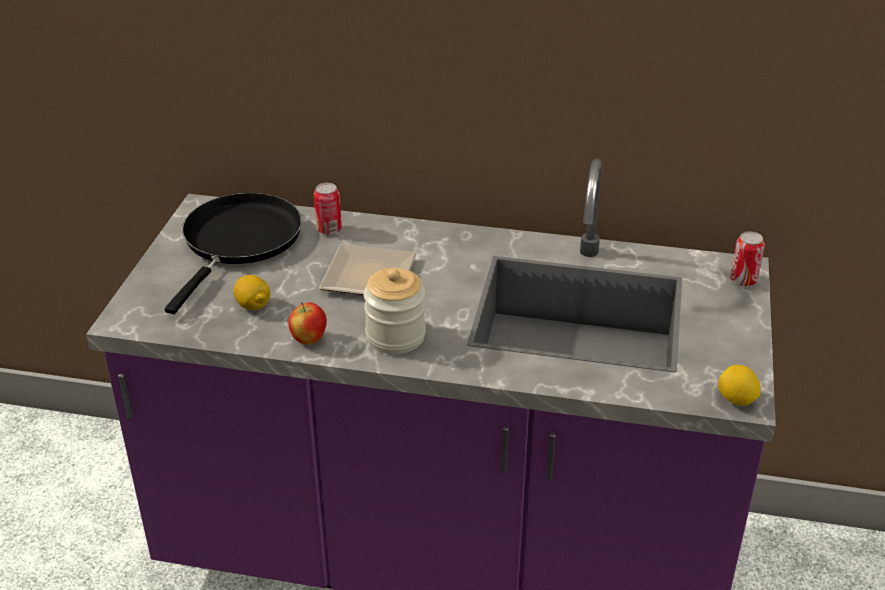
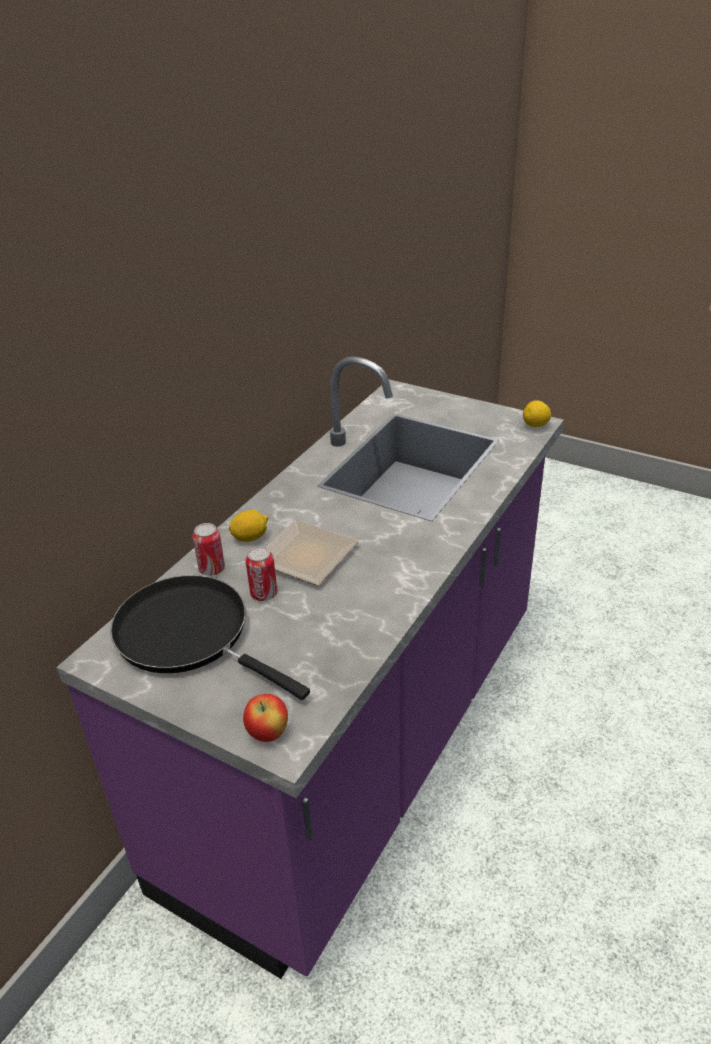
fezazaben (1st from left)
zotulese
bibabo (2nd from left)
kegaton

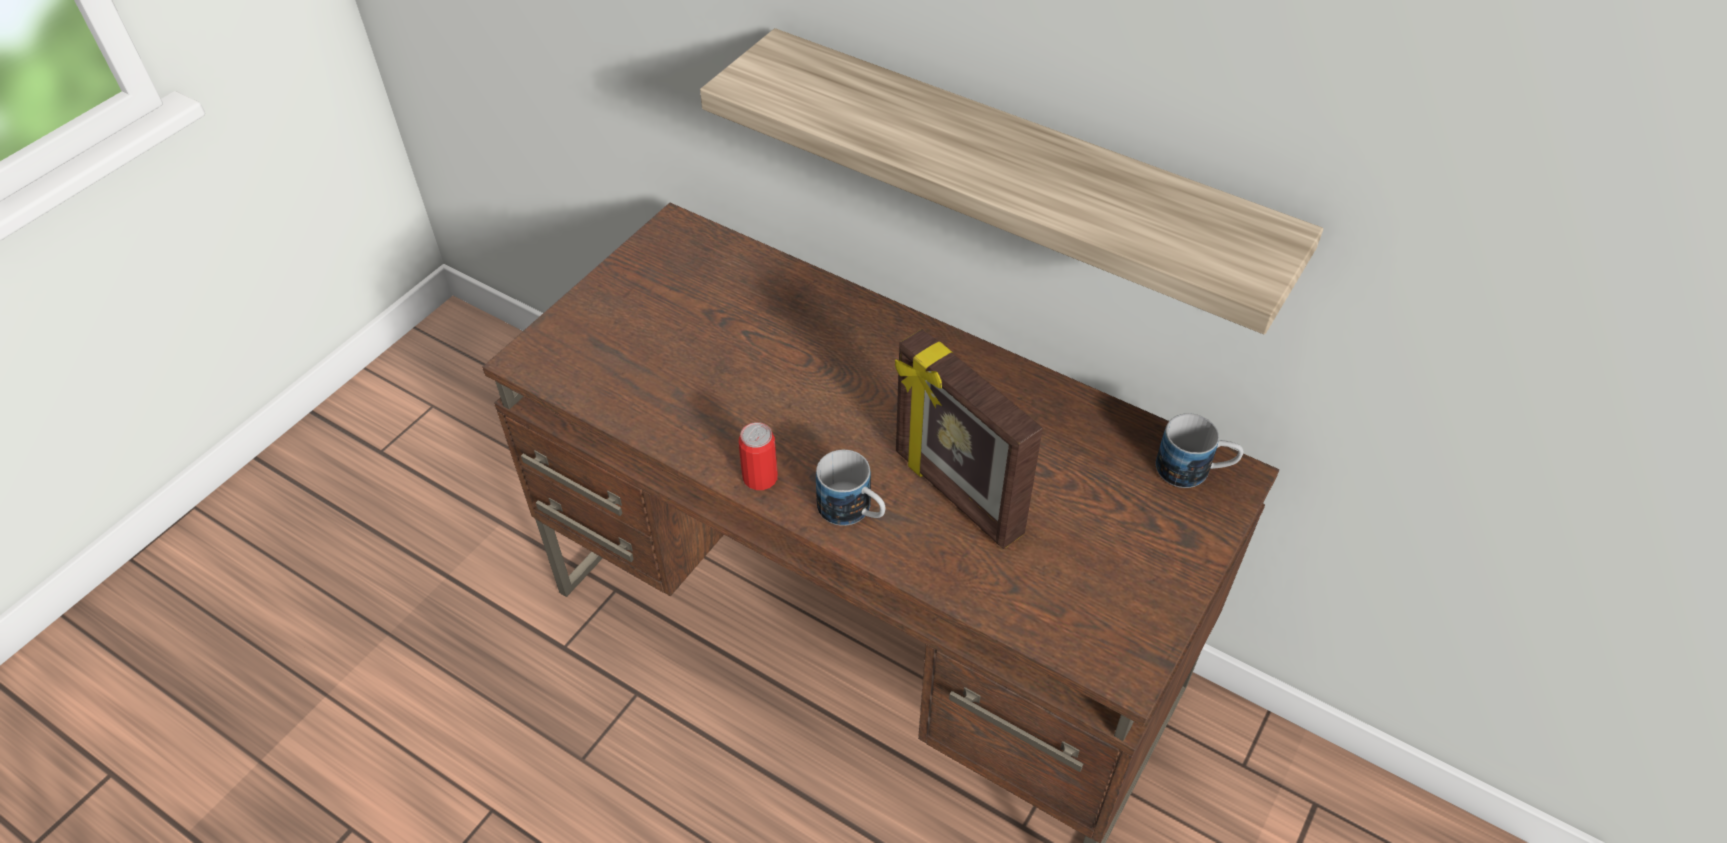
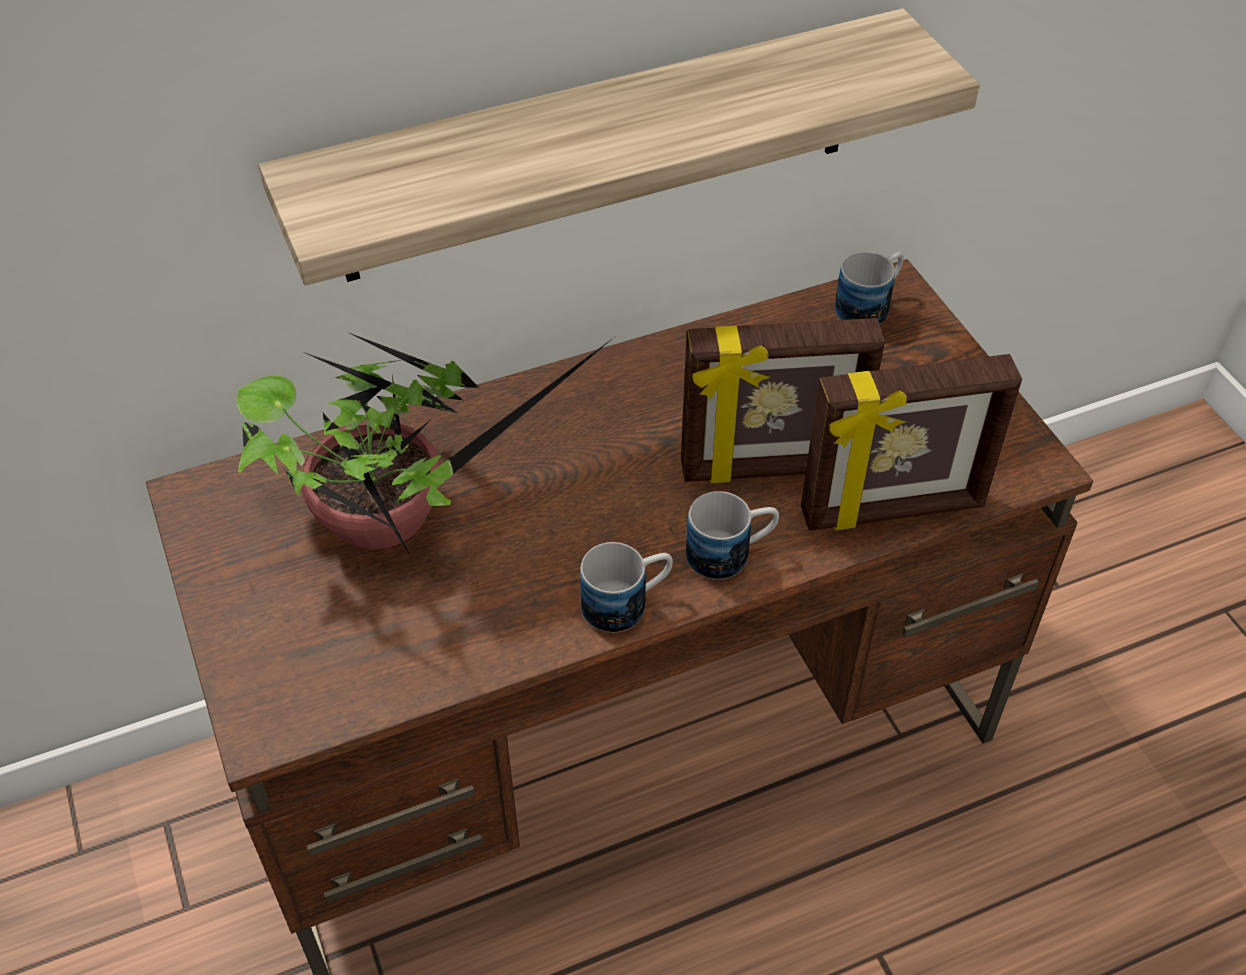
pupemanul
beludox (1st from left)
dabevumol (2nd from left)

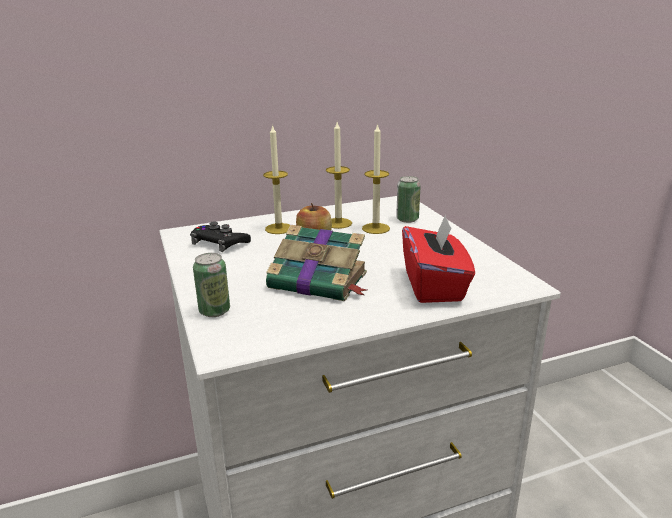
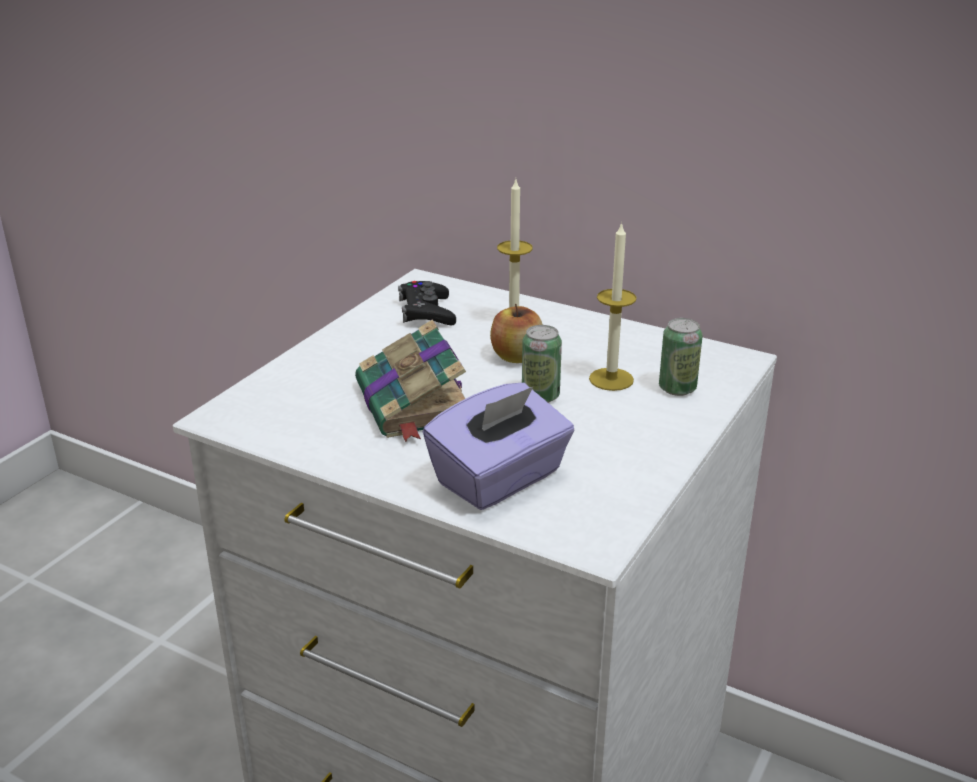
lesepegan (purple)
bibabo (1st from left)
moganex (2nd from left in the first image)

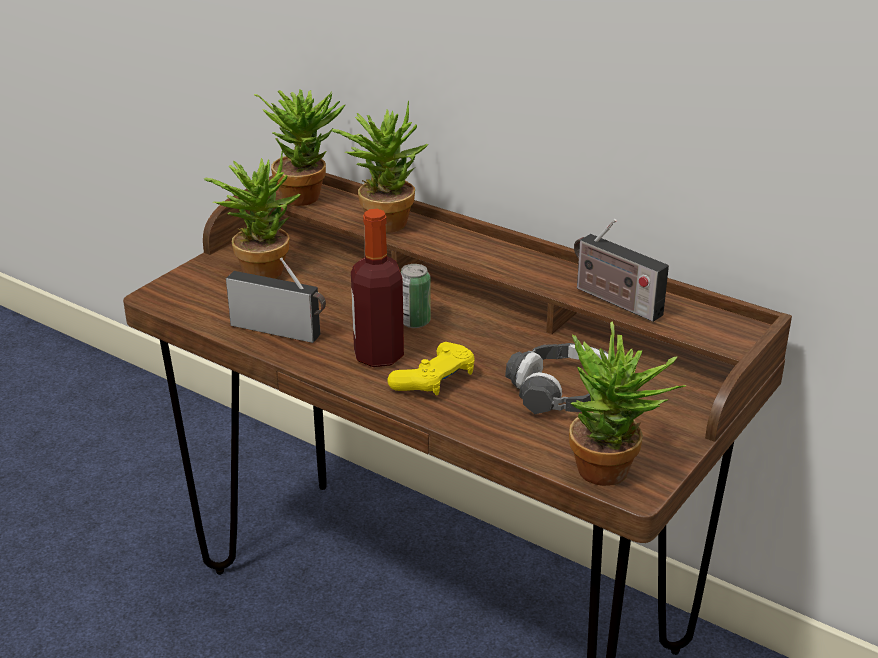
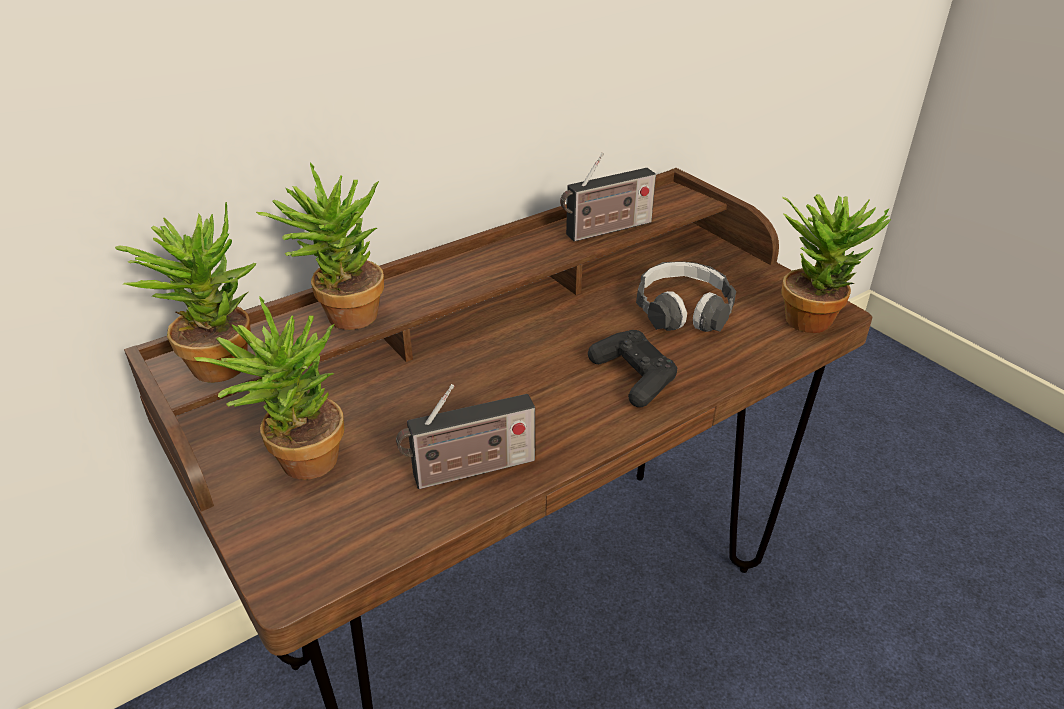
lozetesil (1st from left)
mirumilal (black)
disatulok
bibabo

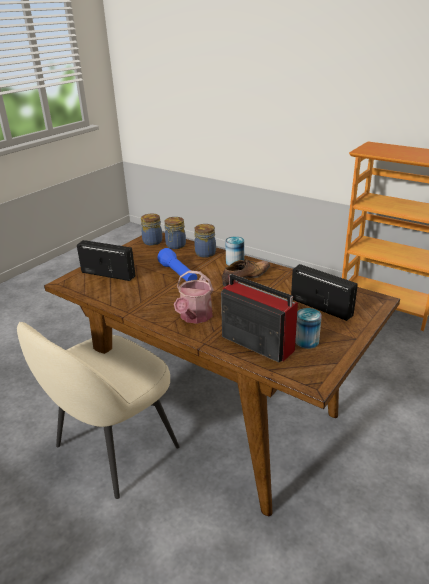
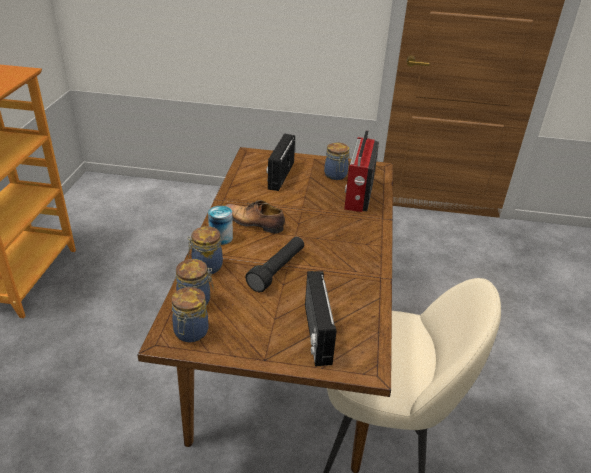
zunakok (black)
kegaton (4th from left)
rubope

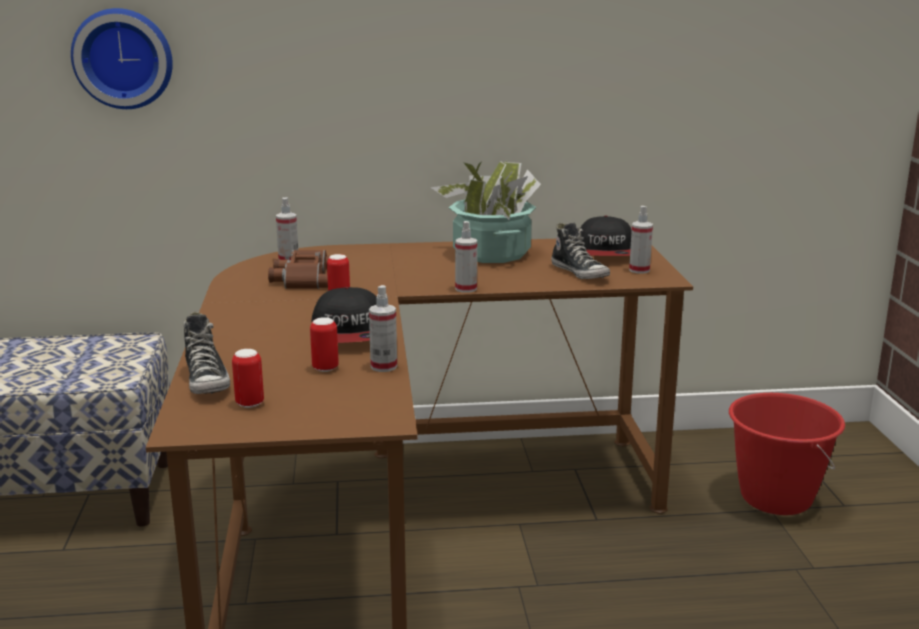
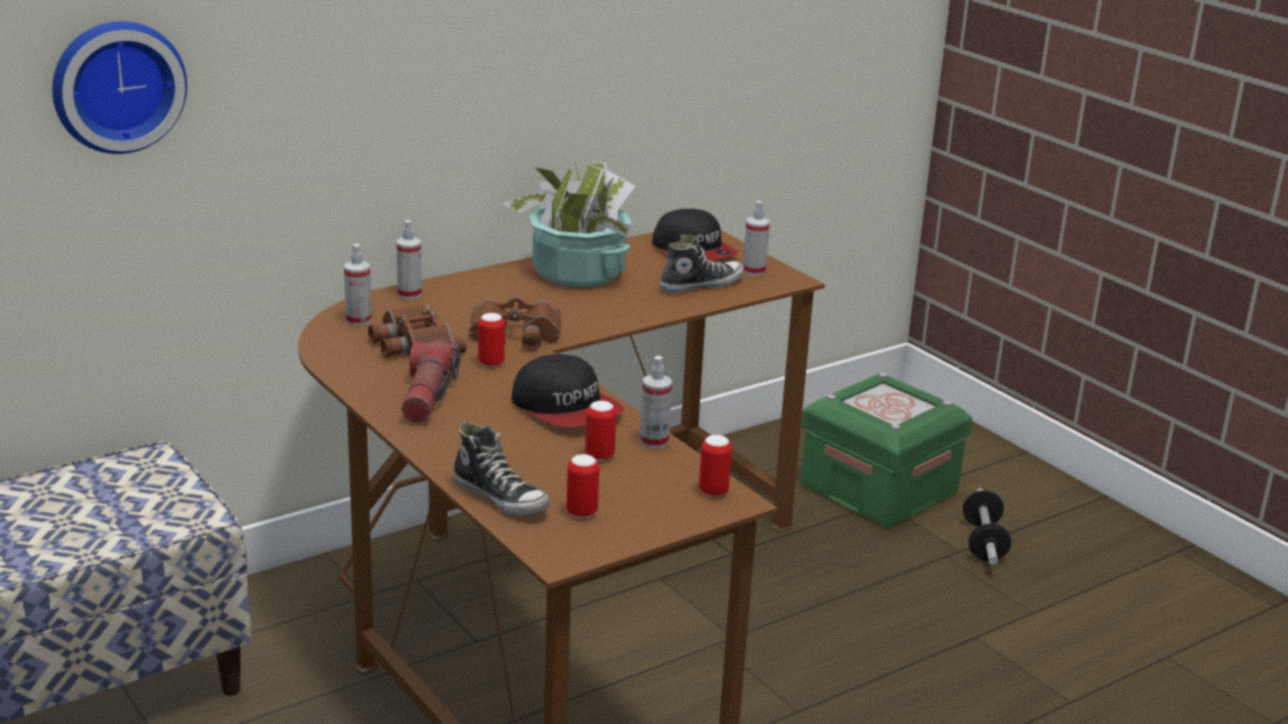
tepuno (2nd from left)
zunakok
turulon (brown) (2nd from left)
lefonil (2nd from left)
bibabo (4th from left)
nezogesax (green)
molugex

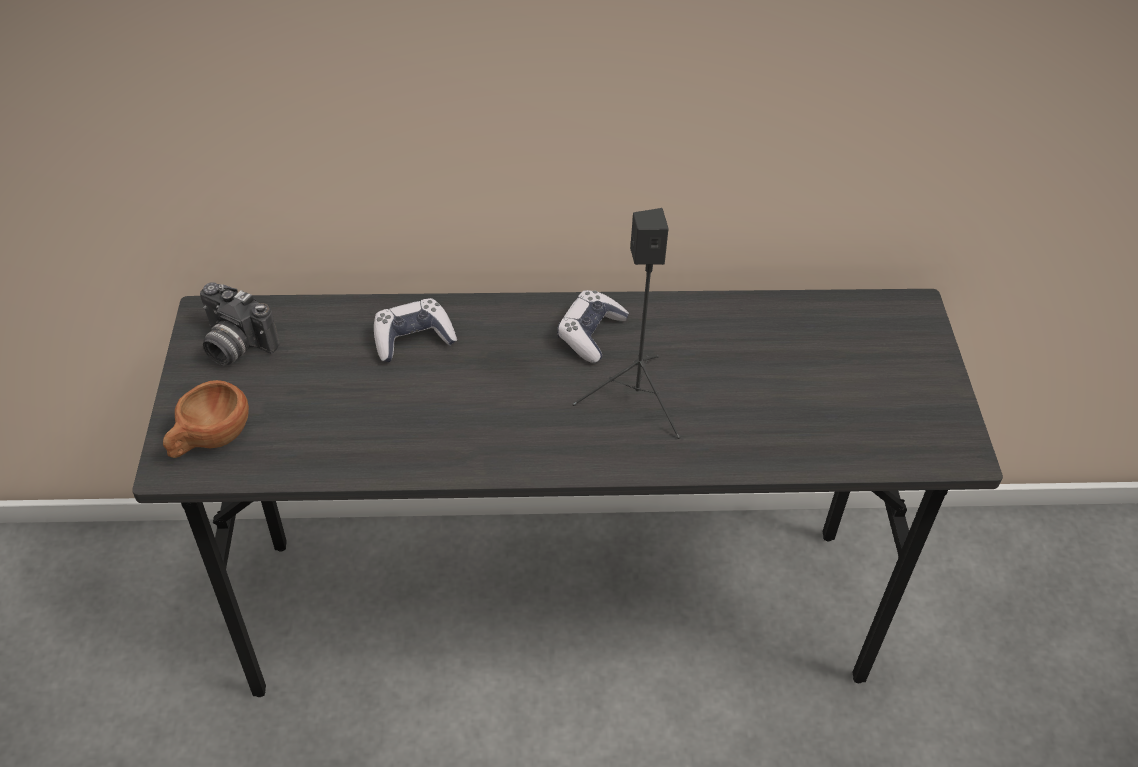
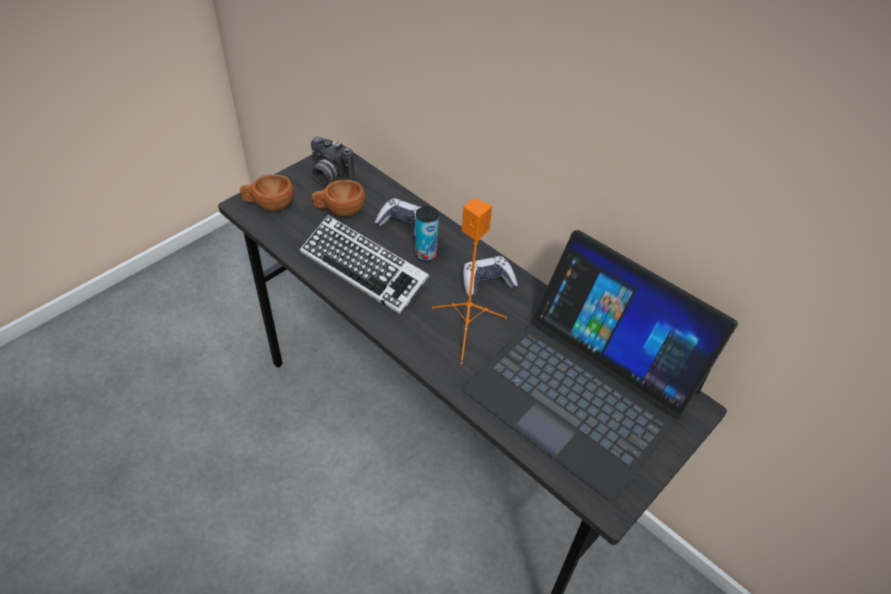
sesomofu
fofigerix
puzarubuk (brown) (2nd from left)
bibabo
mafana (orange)
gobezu

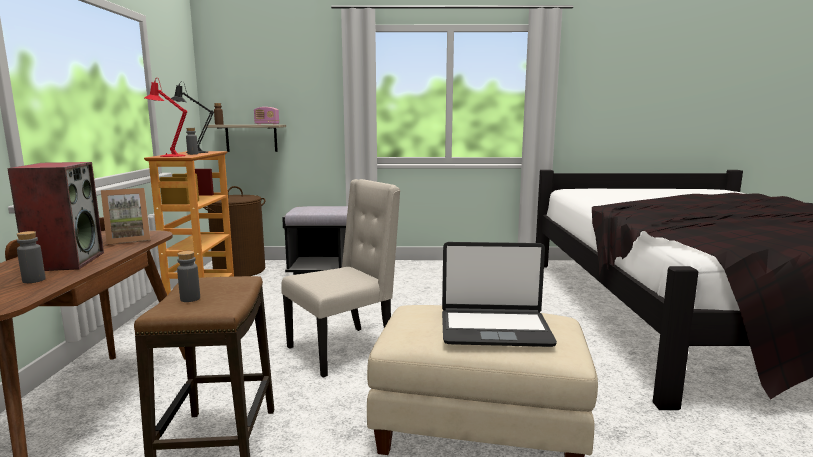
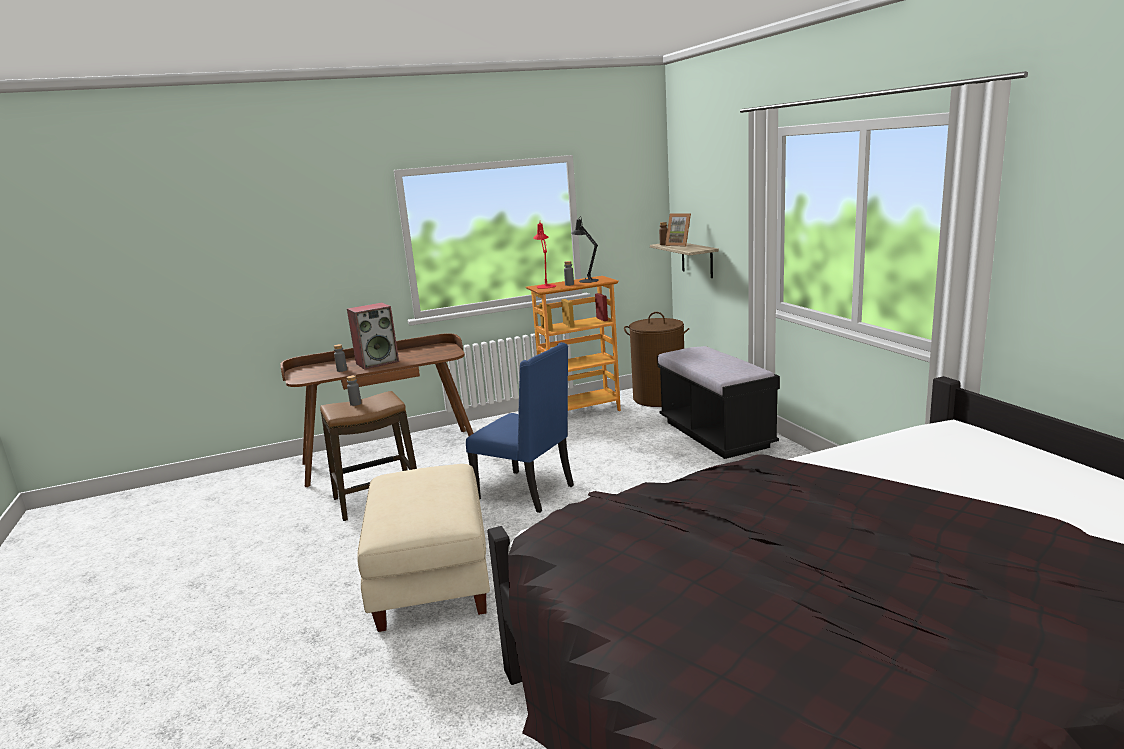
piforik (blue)
dabevumol
lozetesil
gobezu

